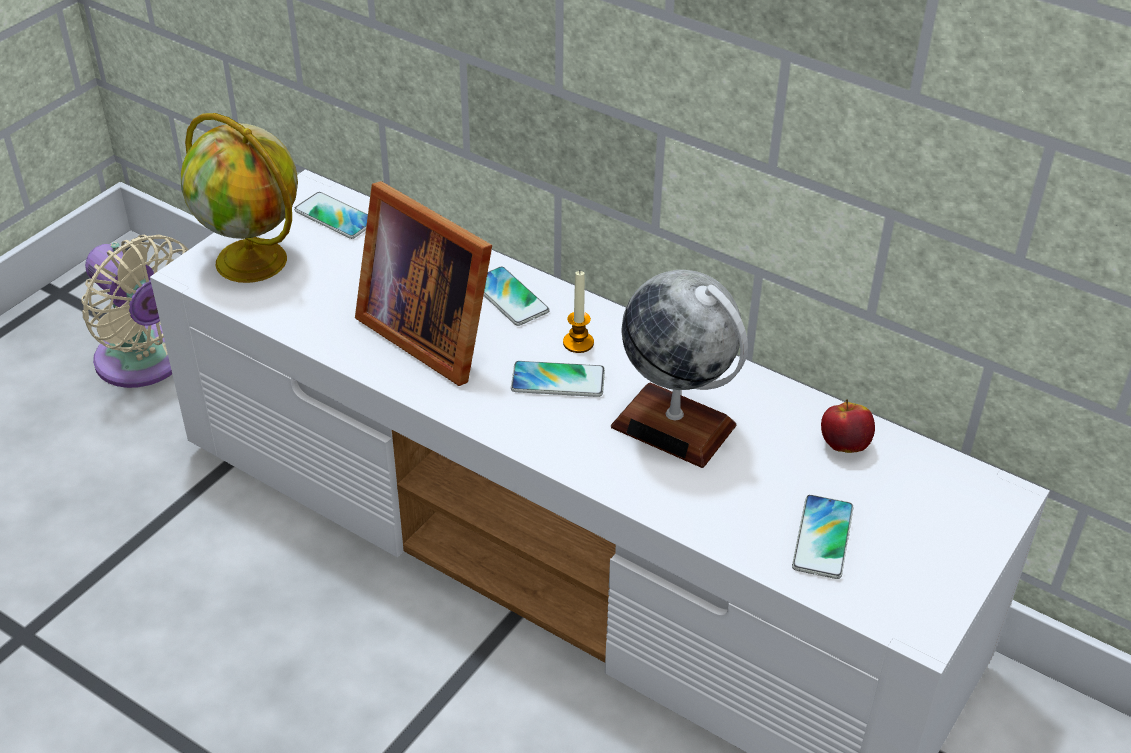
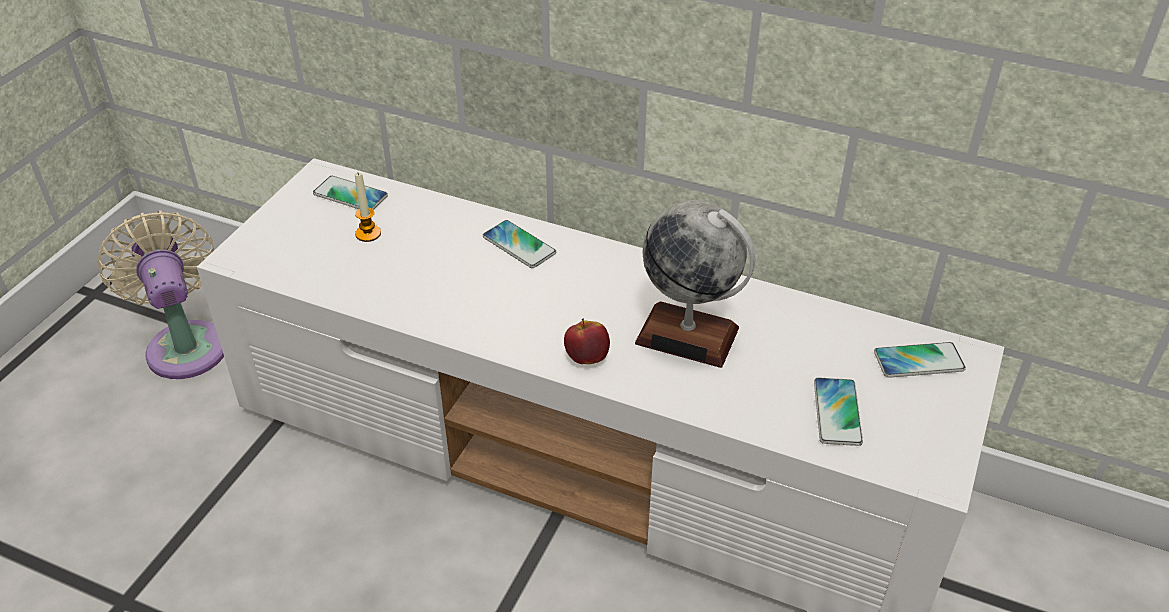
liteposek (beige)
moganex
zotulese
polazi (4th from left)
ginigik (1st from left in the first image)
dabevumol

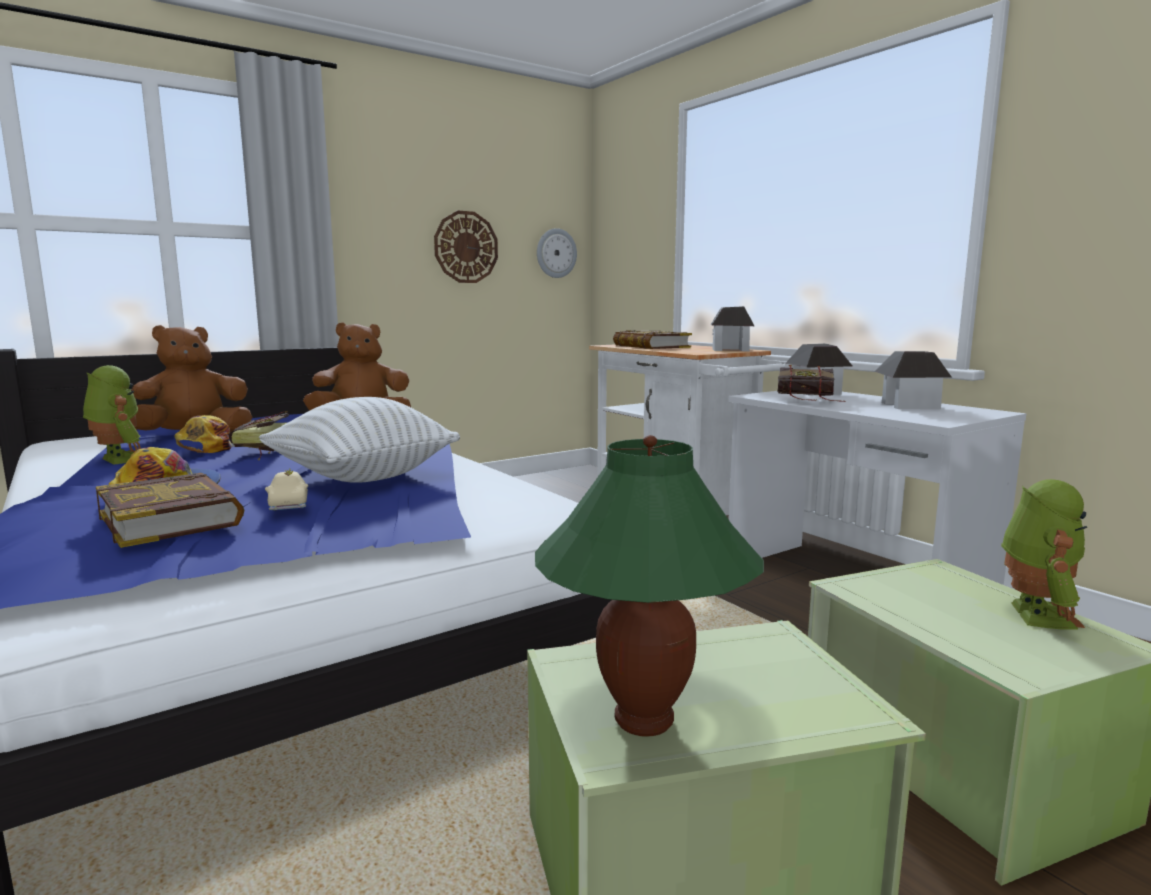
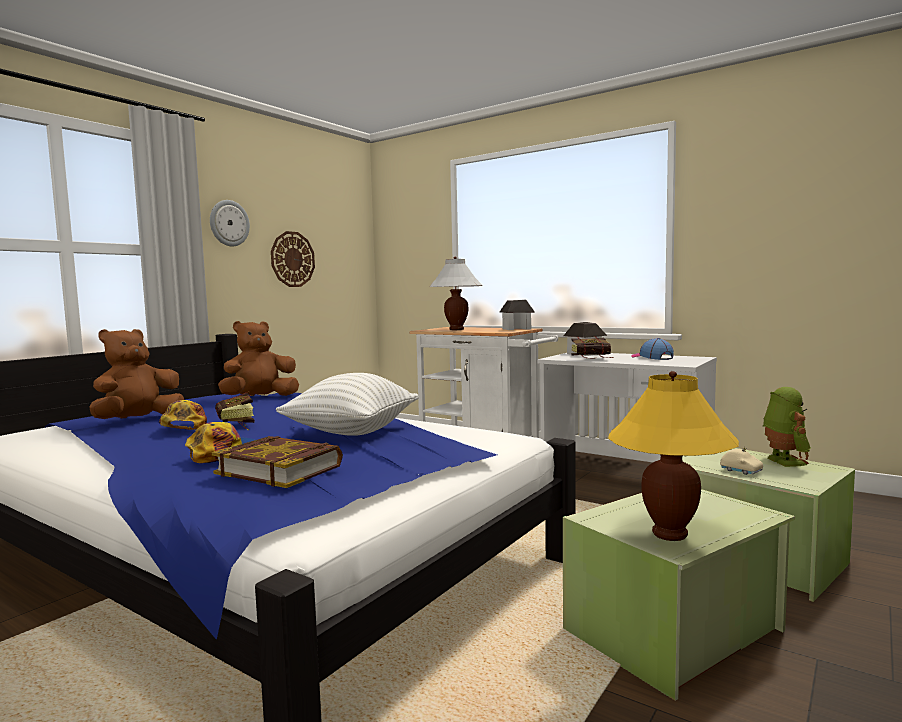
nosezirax (1st from left)
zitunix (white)
zitunix (yellow)
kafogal (3rd from left)
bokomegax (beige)
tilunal (1st from left in the first image)

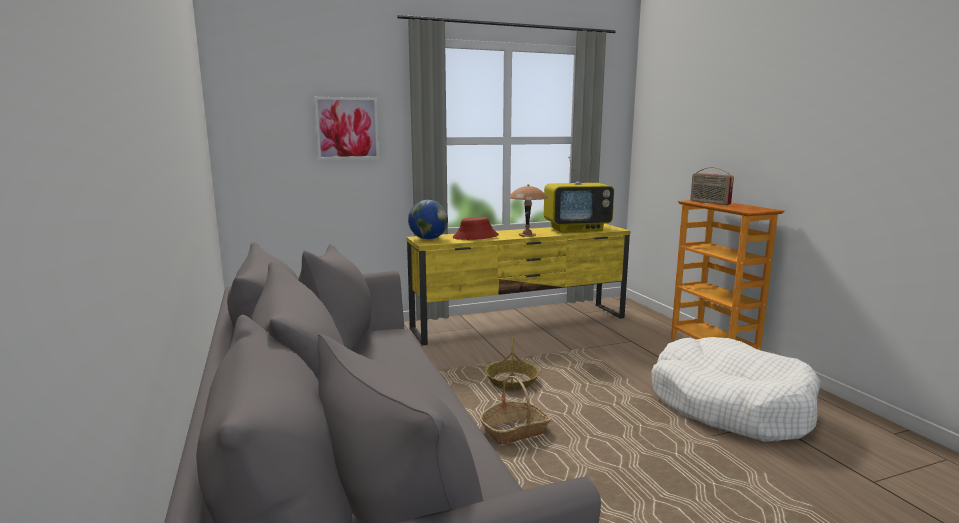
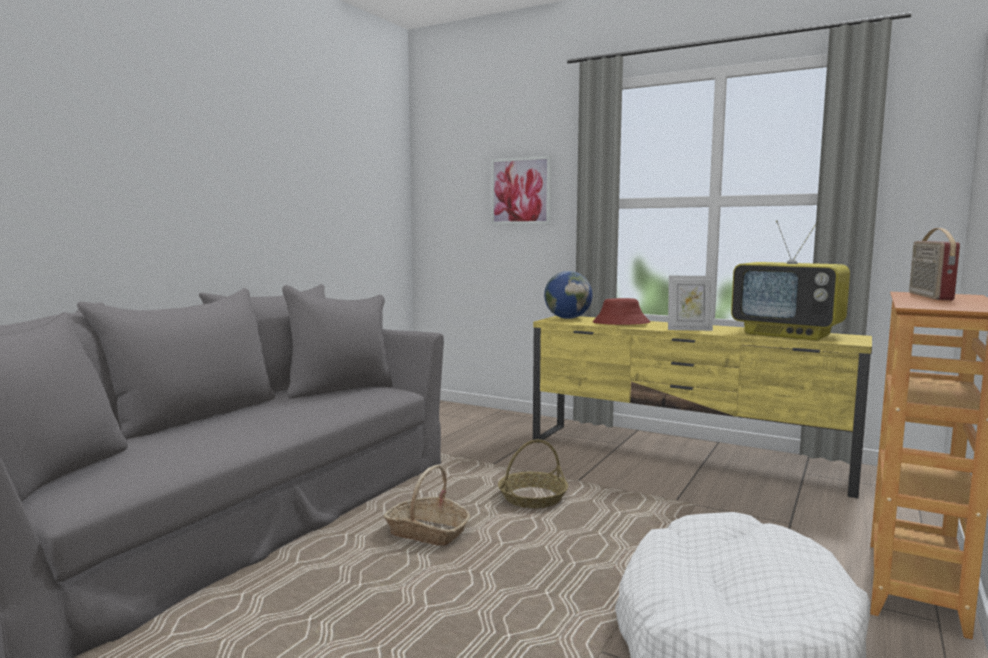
dabevumol

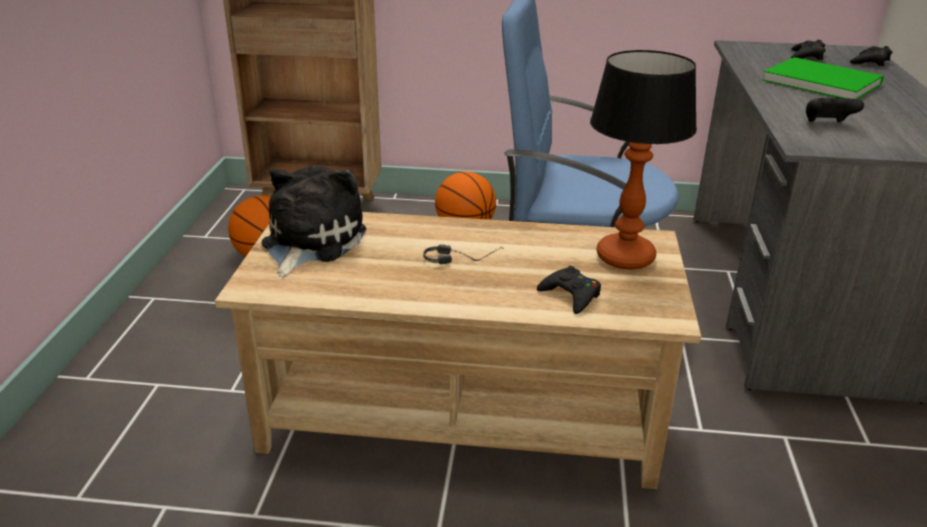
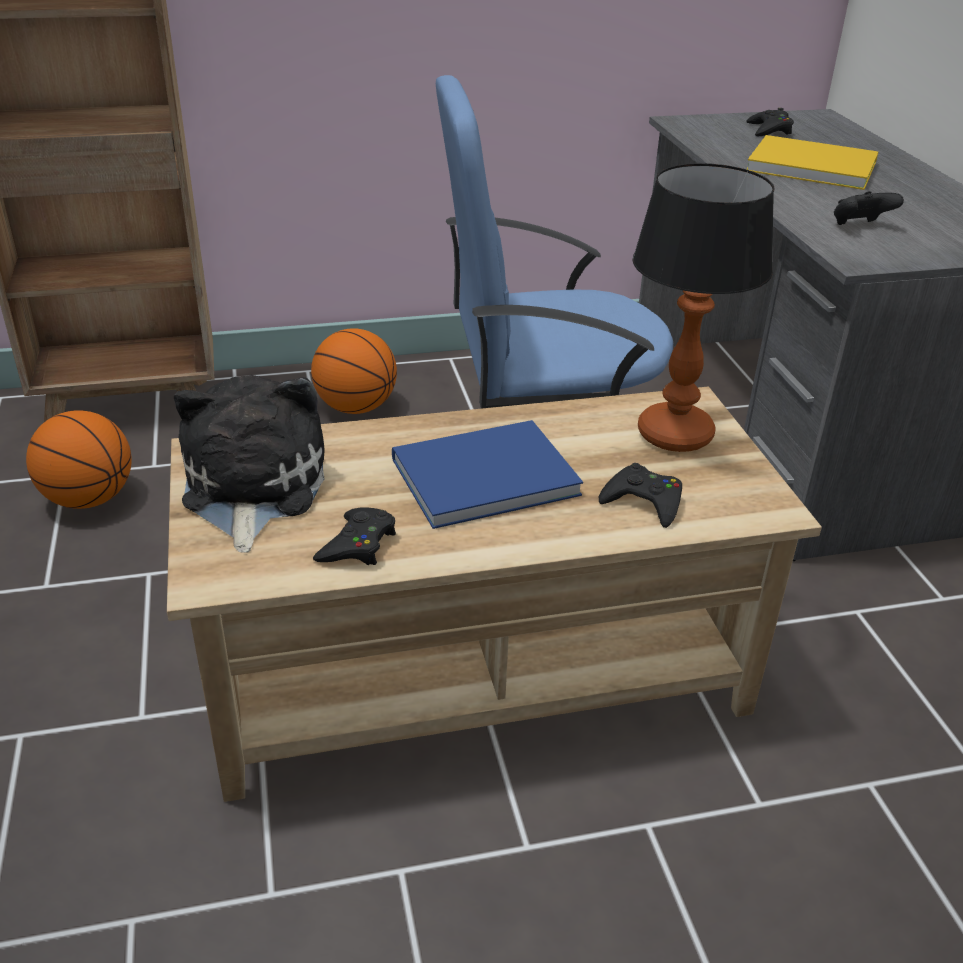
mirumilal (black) (1st from left)
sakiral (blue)
sakiral (yellow)

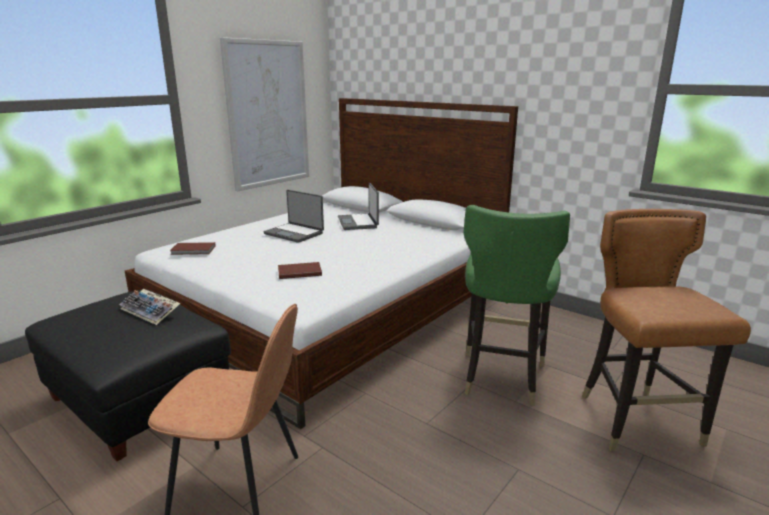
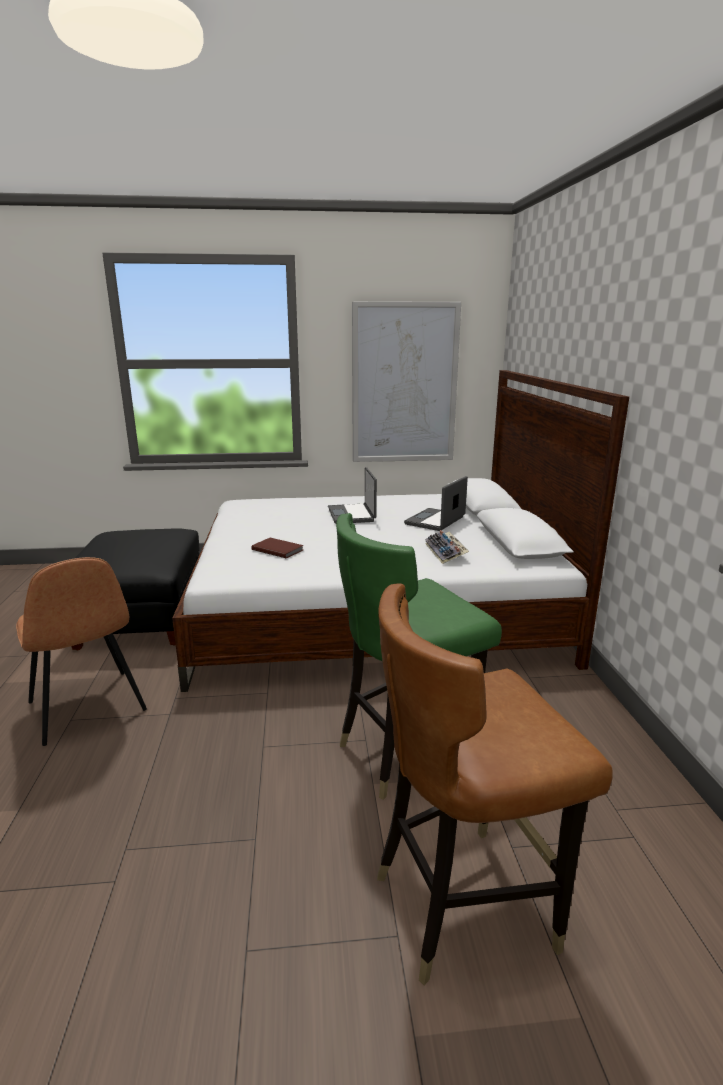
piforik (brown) (2nd from left)
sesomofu
sakiral (brown) (1st from left in the first image)

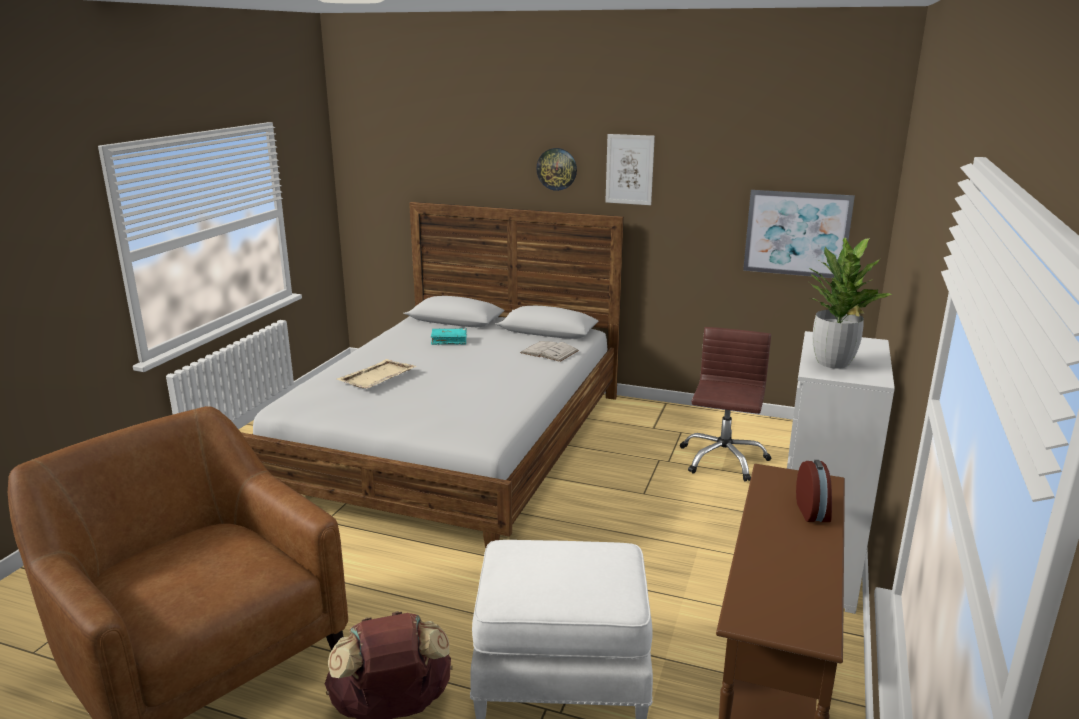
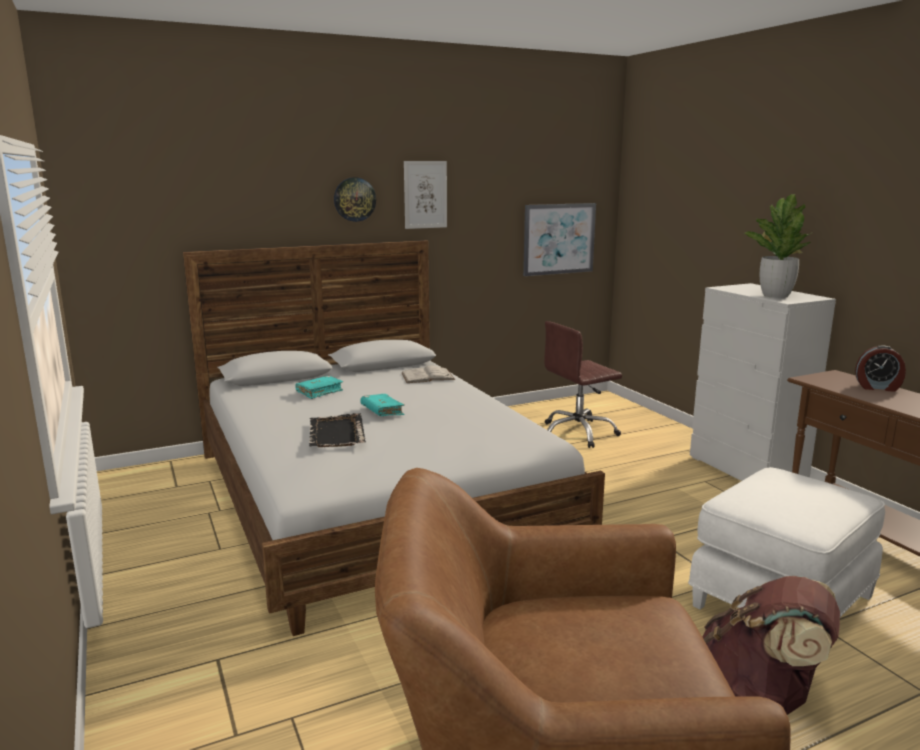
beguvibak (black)
sakiral (turquoise) (2nd from left)
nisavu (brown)
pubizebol

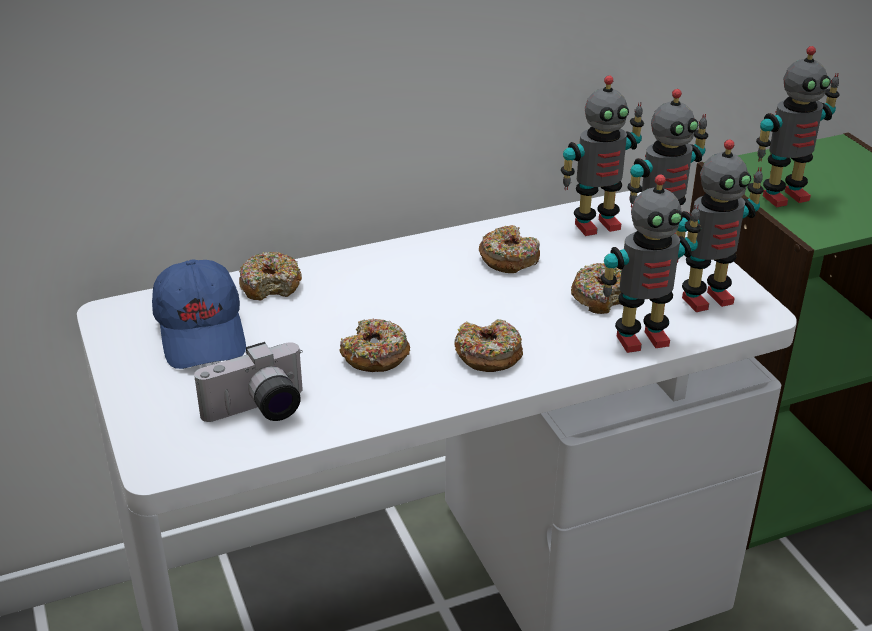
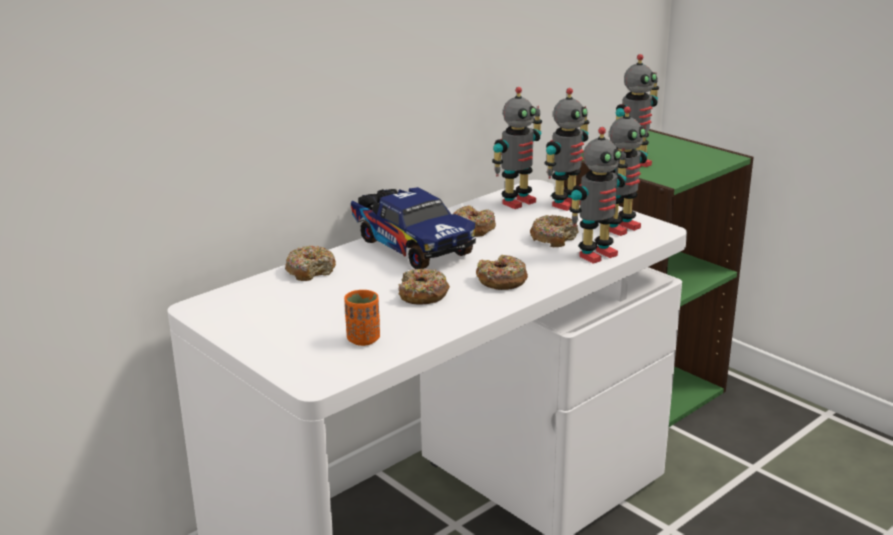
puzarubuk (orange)
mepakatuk
kafogal (blue)

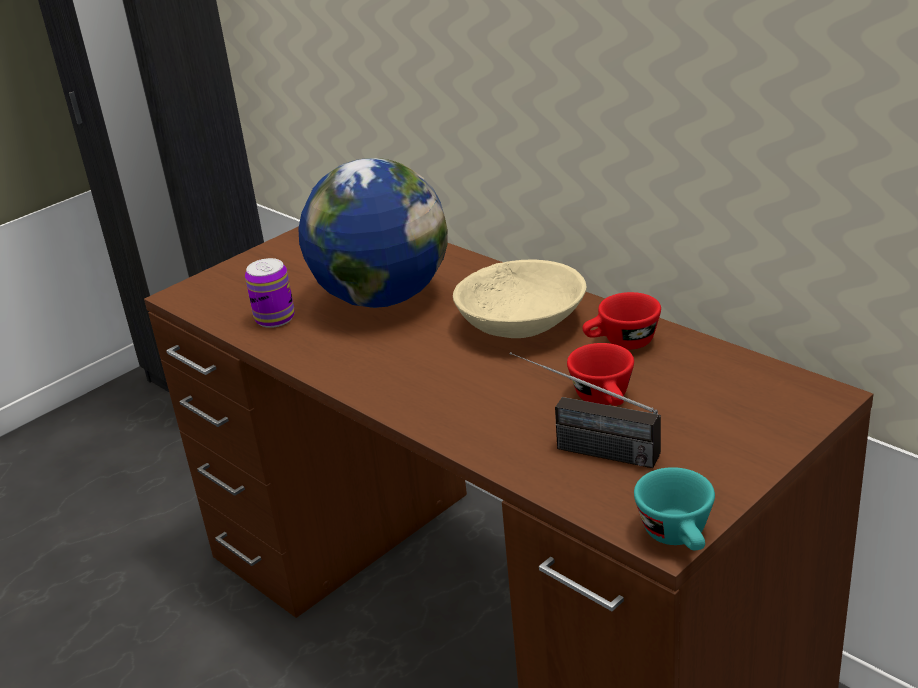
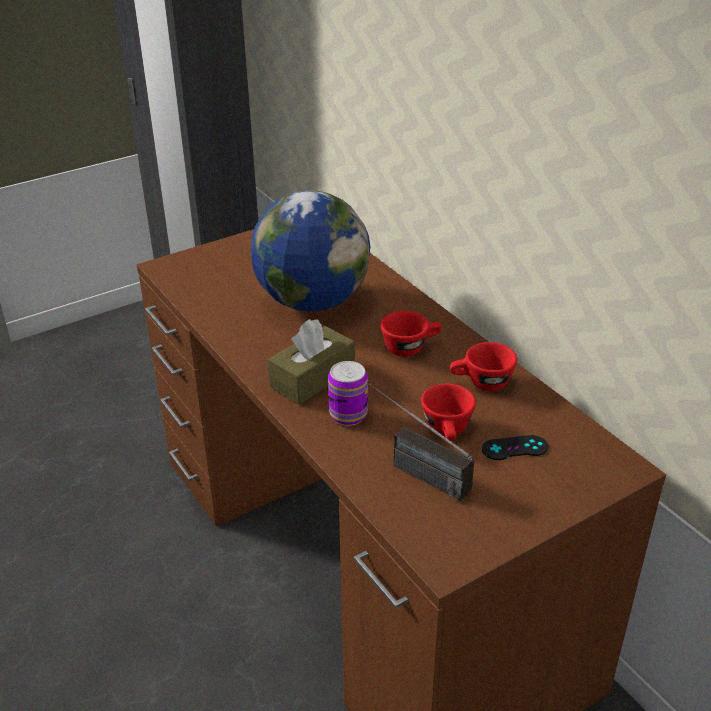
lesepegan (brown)
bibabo
puzarubuk (red) (1st from left)
mirumilal (black)
puzarubuk (turquoise)

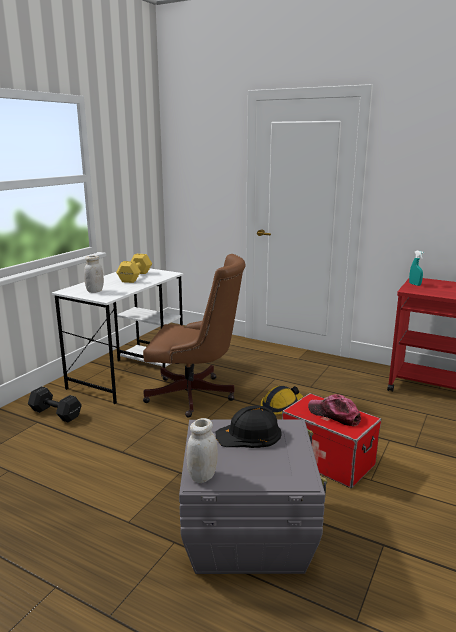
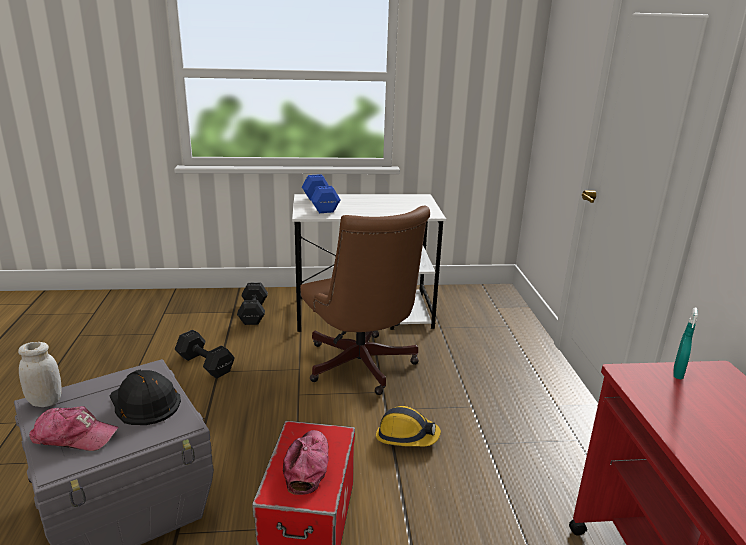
kafogal (1st from left)
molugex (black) (1st from left)
molugex (blue)
molugex (yellow)

